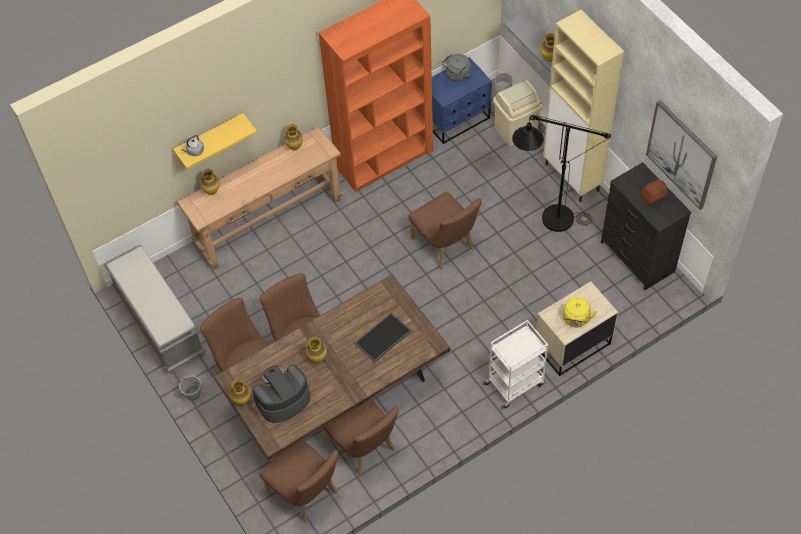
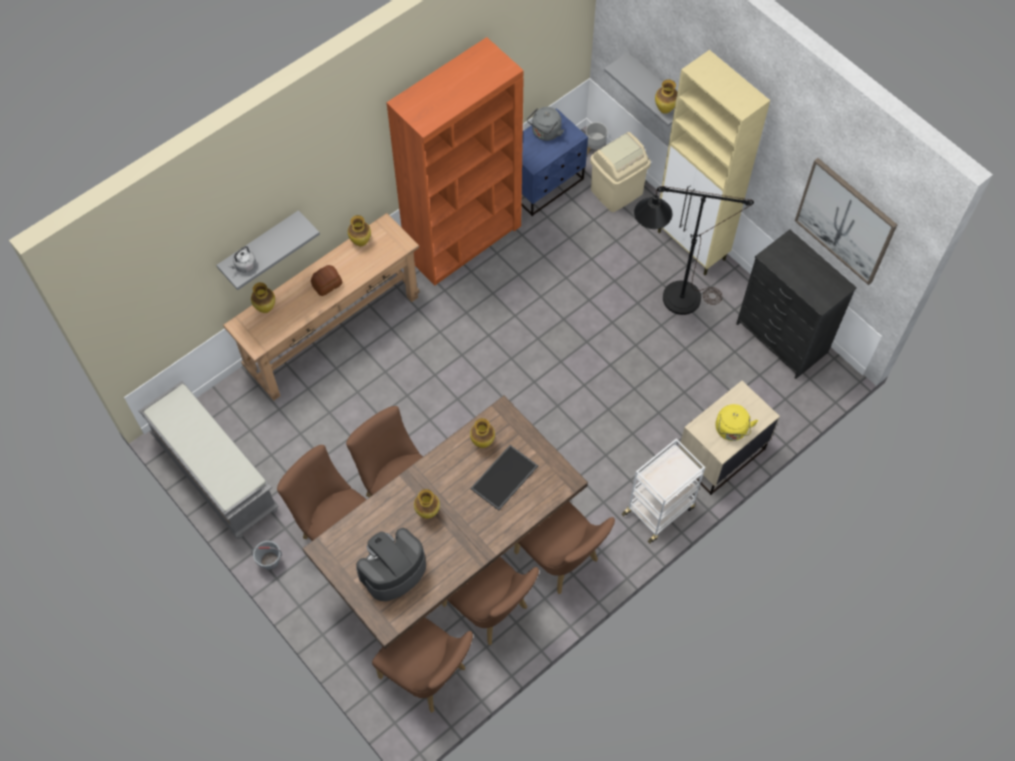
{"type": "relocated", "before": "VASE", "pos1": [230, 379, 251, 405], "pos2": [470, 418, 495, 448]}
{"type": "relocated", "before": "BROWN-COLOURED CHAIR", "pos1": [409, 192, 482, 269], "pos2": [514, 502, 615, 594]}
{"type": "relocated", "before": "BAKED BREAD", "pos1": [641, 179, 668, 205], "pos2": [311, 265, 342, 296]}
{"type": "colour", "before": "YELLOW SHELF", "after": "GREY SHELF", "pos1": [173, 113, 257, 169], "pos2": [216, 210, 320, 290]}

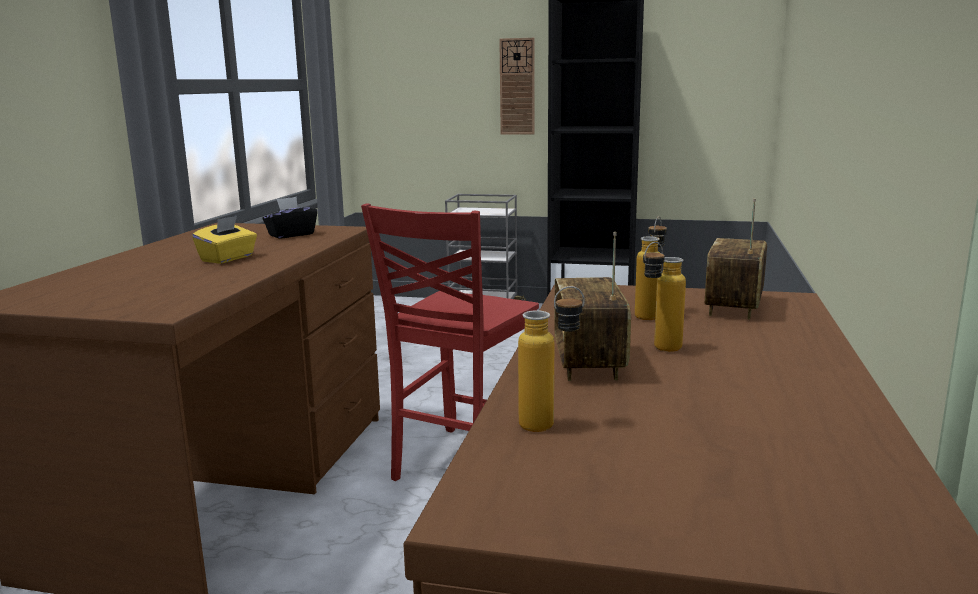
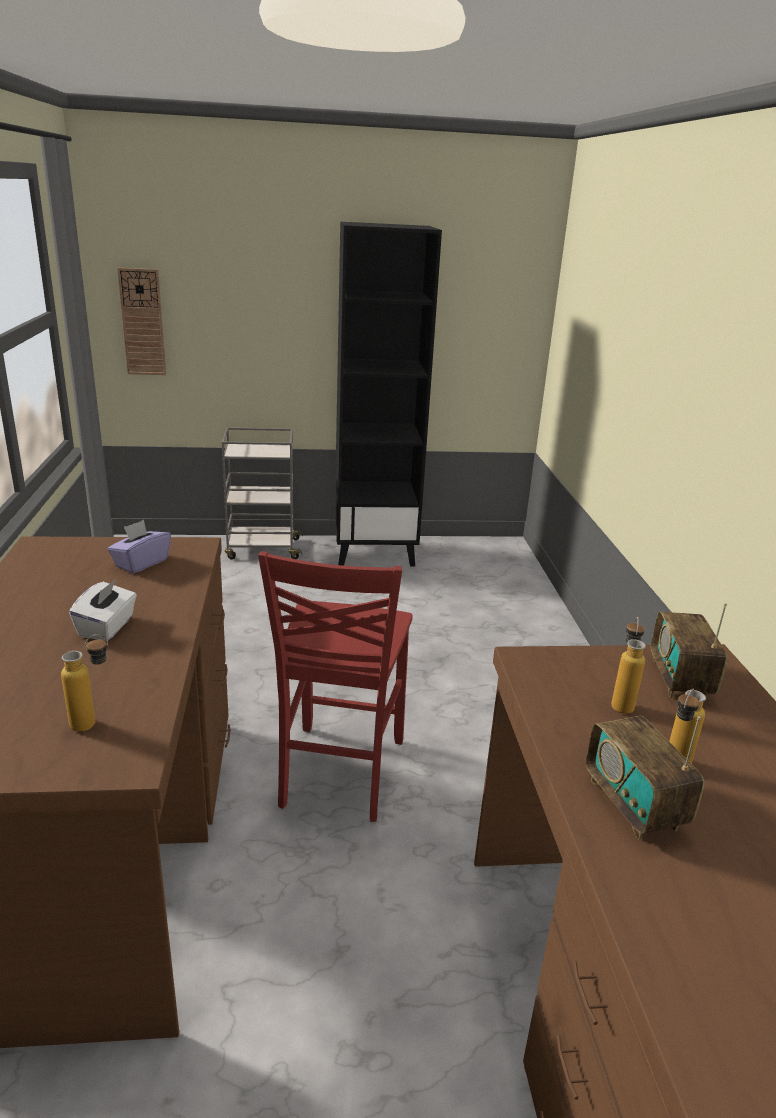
{"type": "relocated", "before": "WALL CLOCK", "pos1": [499, 38, 535, 135], "pos2": [117, 268, 166, 375]}
{"type": "relocated", "before": "BEVERAGE BOTTLE", "pos1": [518, 286, 584, 432], "pos2": [61, 634, 108, 732]}
{"type": "colour", "before": "YELLOW BOX OF TISSUES", "after": "WHITE-COLOURED BOX OF TISSUES", "pos1": [192, 216, 257, 264], "pos2": [69, 579, 137, 641]}
{"type": "colour", "before": "BLACK-COLOURED BOX OF TISSUES", "after": "PURPLE-COLOURED BOX OF TISSUES", "pos1": [262, 197, 317, 239], "pos2": [108, 520, 171, 573]}

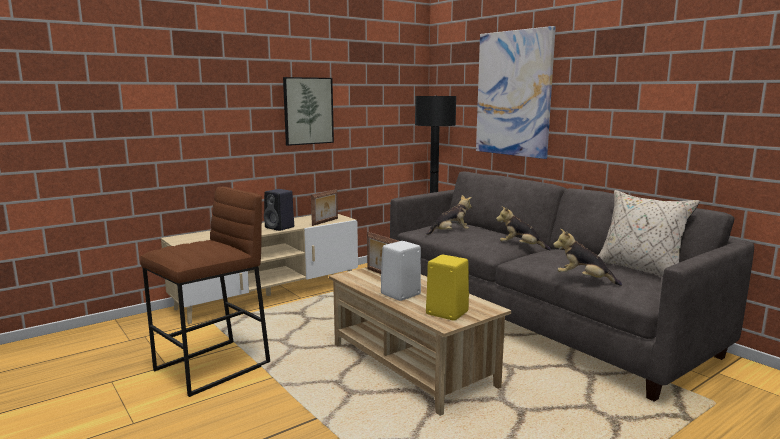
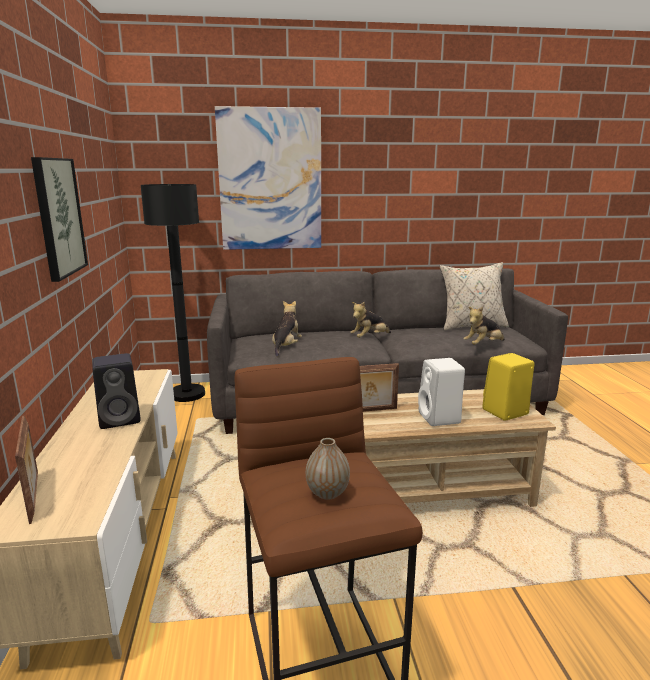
{"type": "appeared", "after": "VASE", "pos2": [306, 438, 350, 499]}
{"type": "relocated", "before": "PICTURE FRAME", "pos1": [311, 189, 338, 226], "pos2": [15, 416, 38, 524]}

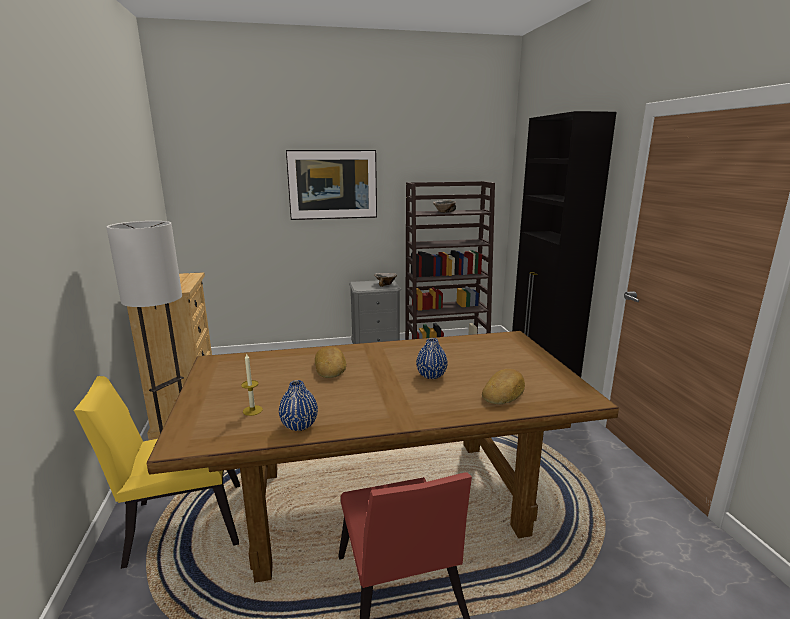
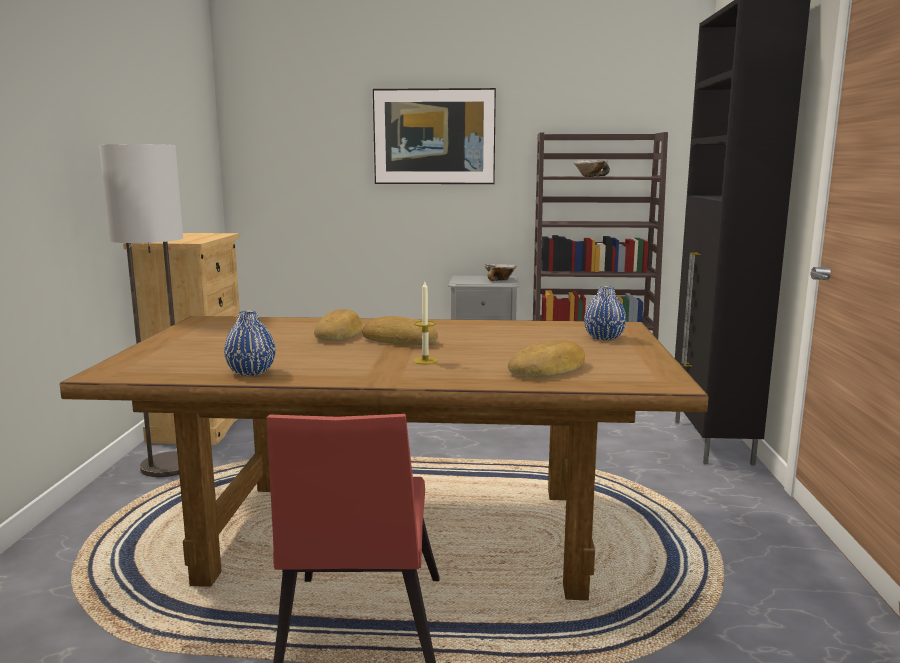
{"type": "missing", "before": "YELLOW CHAIR", "pos1": [74, 376, 240, 569]}
{"type": "appeared", "after": "BAKED BREAD", "pos2": [362, 316, 438, 345]}
{"type": "relocated", "before": "WAX LIGHT", "pos1": [241, 353, 263, 416], "pos2": [413, 282, 438, 364]}
{"type": "relocated", "before": "BLUISH VASE", "pos1": [416, 338, 448, 379], "pos2": [584, 286, 626, 341]}

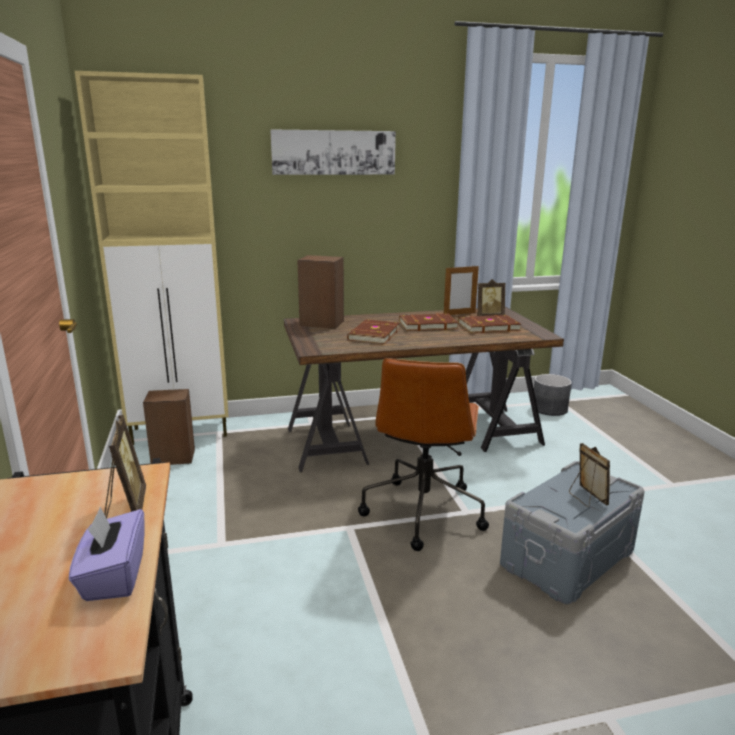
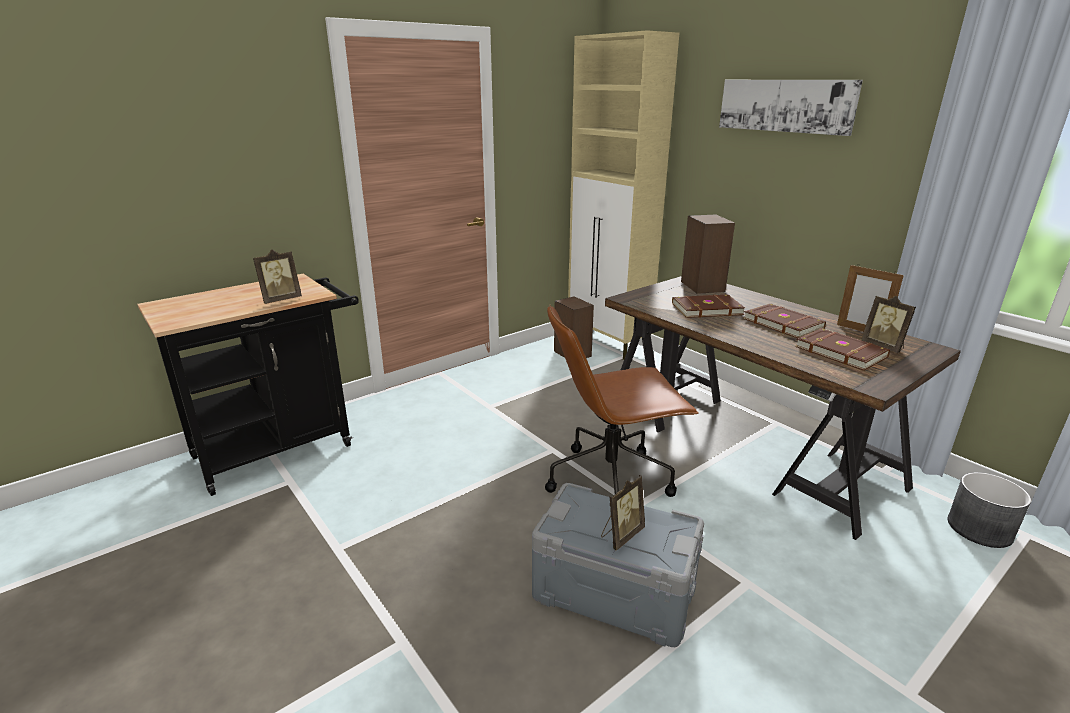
{"type": "missing", "before": "PURPLE-COLOURED BOX OF TISSUES", "pos1": [69, 507, 145, 601]}

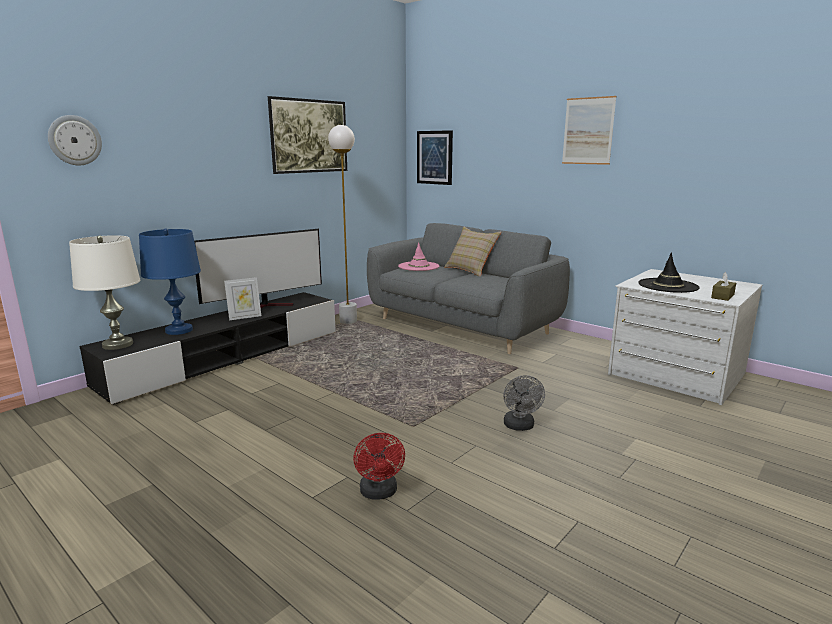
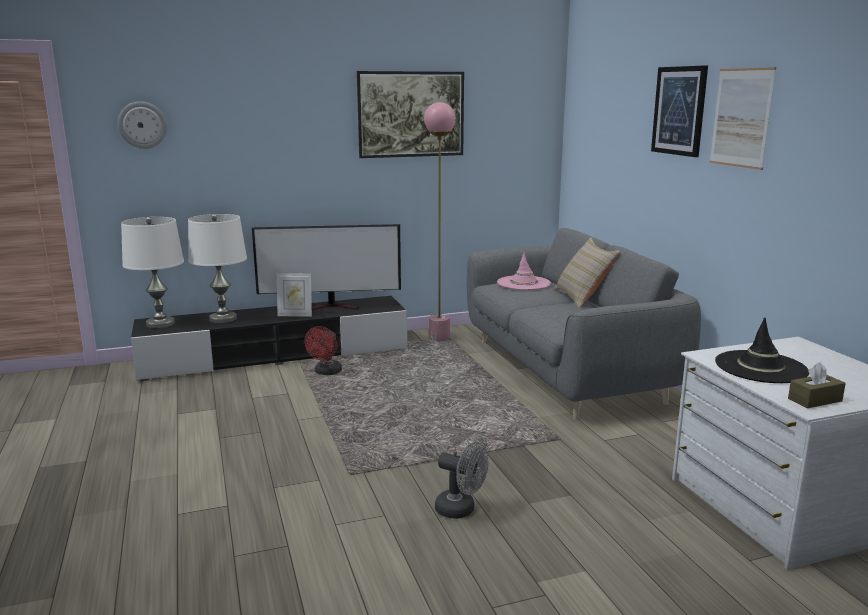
{"type": "relocated", "before": "REDDISH ELECTRIC FAN", "pos1": [353, 433, 405, 500], "pos2": [304, 326, 342, 375]}
{"type": "relocated", "before": "WALL PICTURE", "pos1": [417, 130, 453, 185], "pos2": [651, 65, 708, 157]}
{"type": "colour", "before": "BLUISH TABLETOP LAMP", "after": "WHITE-COLOURED TABLETOP LAMP", "pos1": [139, 229, 201, 335], "pos2": [188, 214, 247, 323]}
{"type": "colour", "before": "WHITE-COLOURED FLOOR LAMP", "after": "PINKISH FLOOR LAMP", "pos1": [328, 125, 357, 324], "pos2": [424, 102, 456, 341]}
{"type": "spun", "before": "GREY ELECTRIC FAN", "pos1": [503, 375, 545, 431], "pos2": [435, 442, 488, 519], "turn": -90}

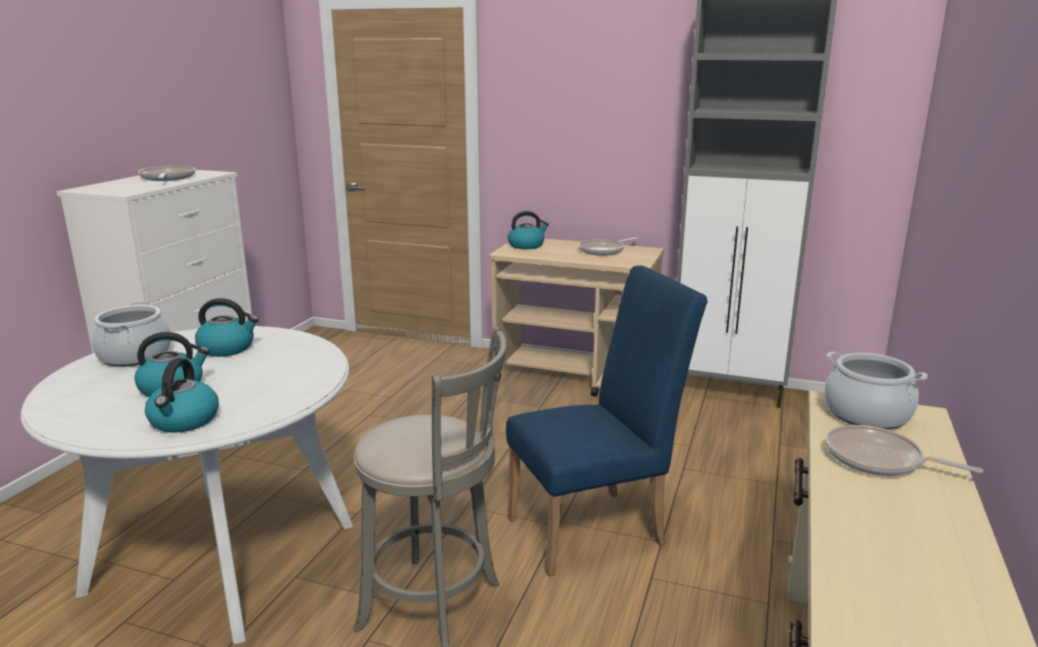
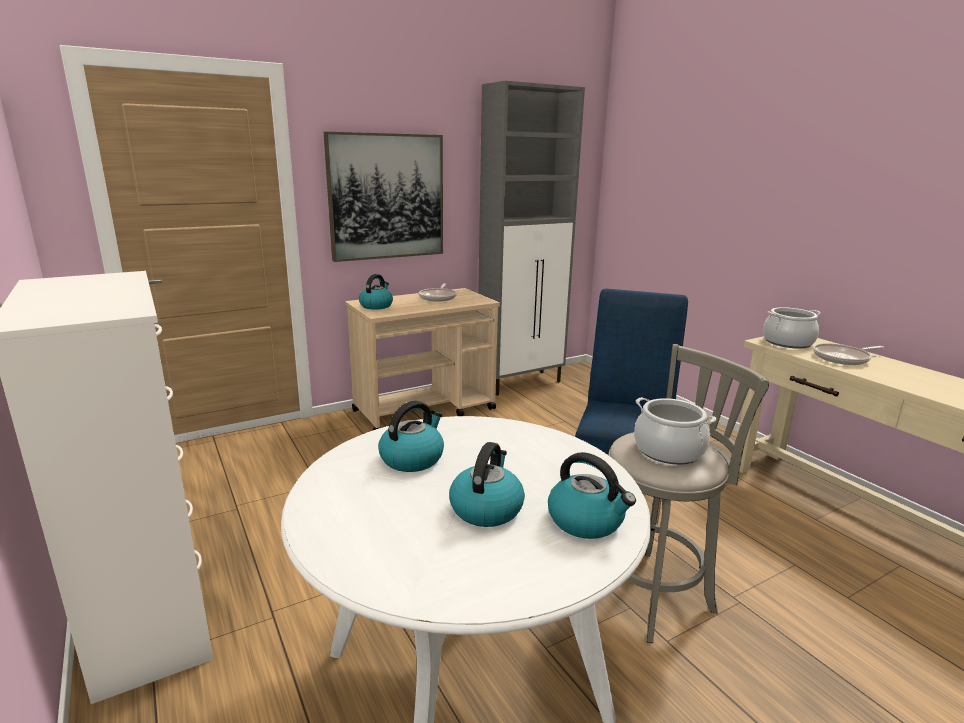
{"type": "missing", "before": "FRYING PAN", "pos1": [138, 166, 196, 181]}
{"type": "appeared", "after": "WALL PICTURE", "pos2": [324, 132, 443, 262]}
{"type": "relocated", "before": "COOKING POT", "pos1": [91, 301, 171, 367], "pos2": [634, 397, 716, 465]}

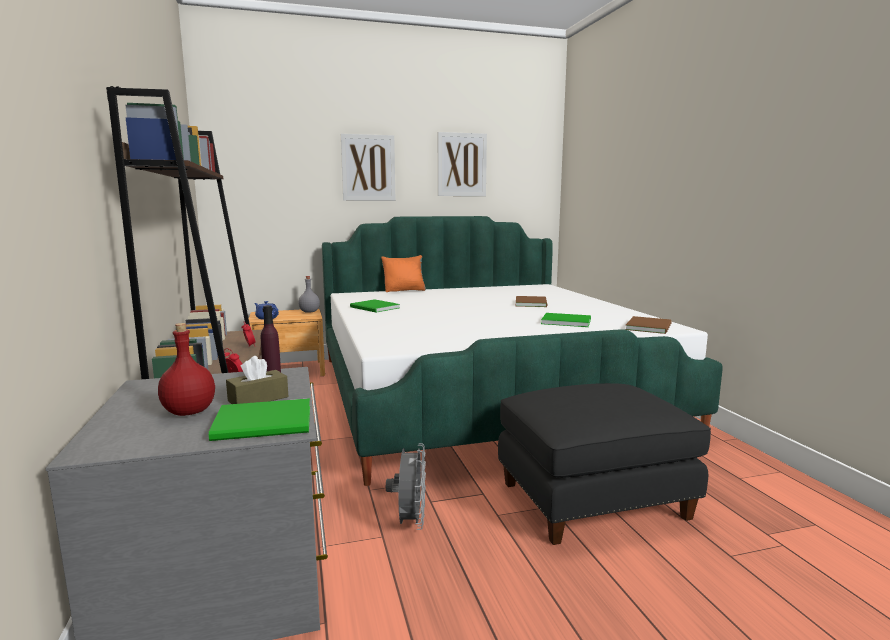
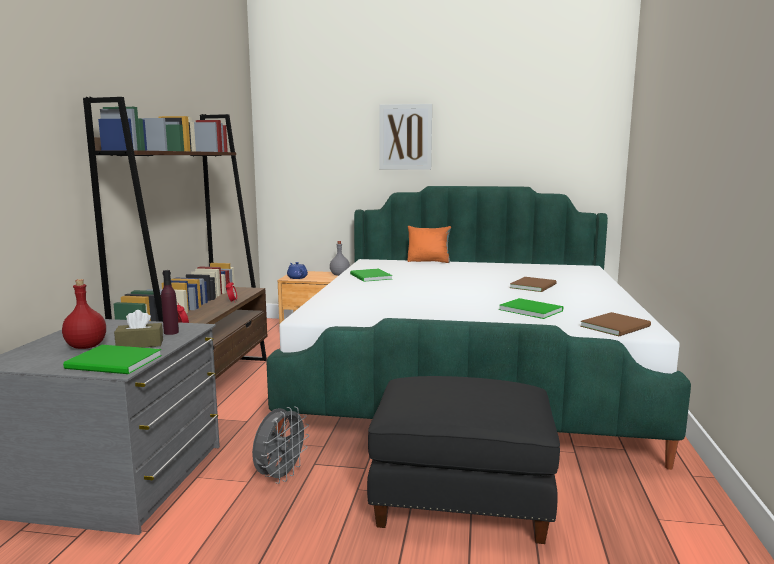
{"type": "missing", "before": "WALL PICTURE", "pos1": [438, 132, 487, 196]}

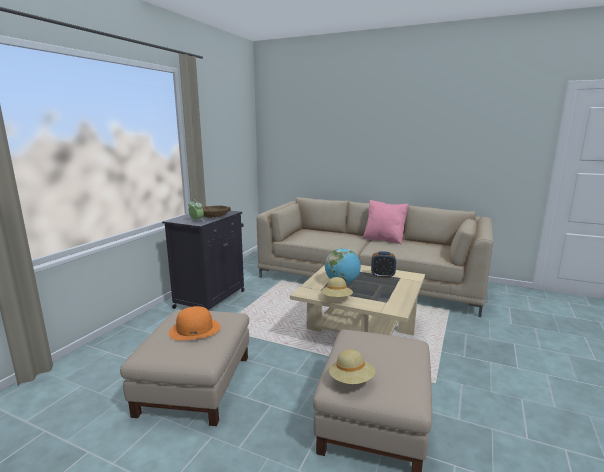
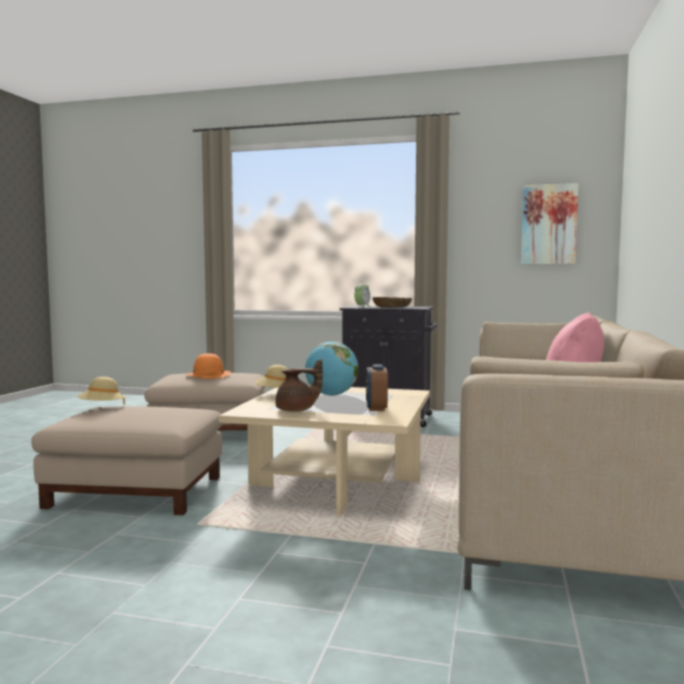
{"type": "appeared", "after": "BROWN-COLOURED TEA POT", "pos2": [275, 359, 323, 412]}
{"type": "appeared", "after": "WALL PICTURE", "pos2": [521, 183, 579, 264]}

